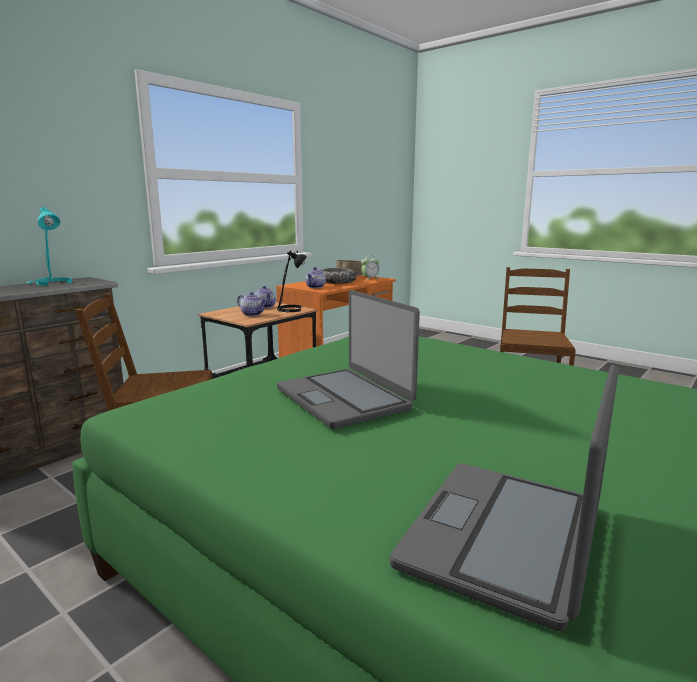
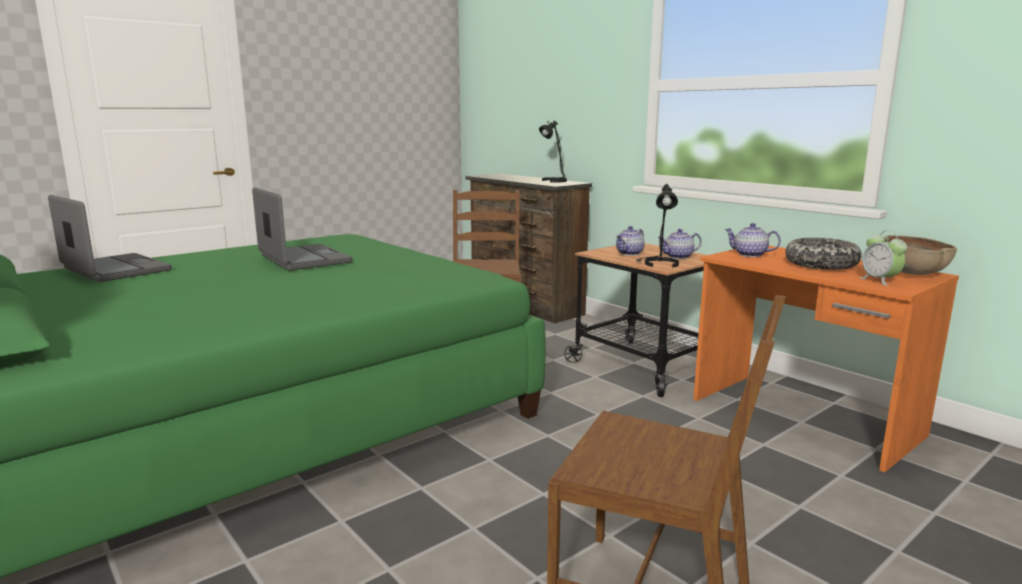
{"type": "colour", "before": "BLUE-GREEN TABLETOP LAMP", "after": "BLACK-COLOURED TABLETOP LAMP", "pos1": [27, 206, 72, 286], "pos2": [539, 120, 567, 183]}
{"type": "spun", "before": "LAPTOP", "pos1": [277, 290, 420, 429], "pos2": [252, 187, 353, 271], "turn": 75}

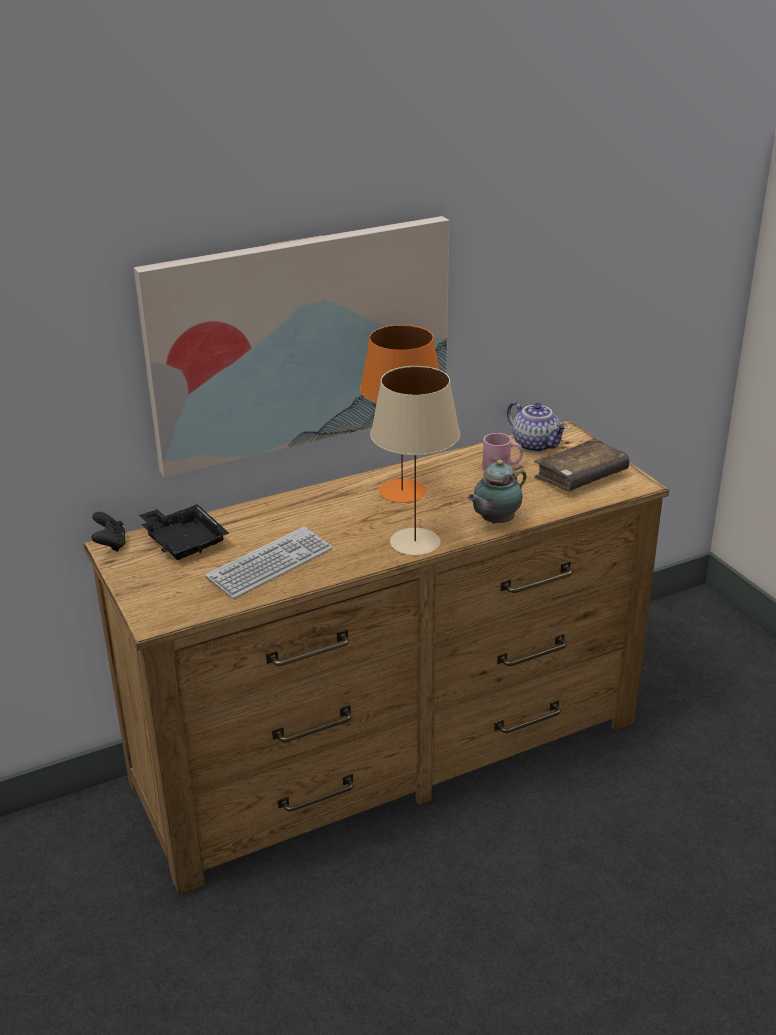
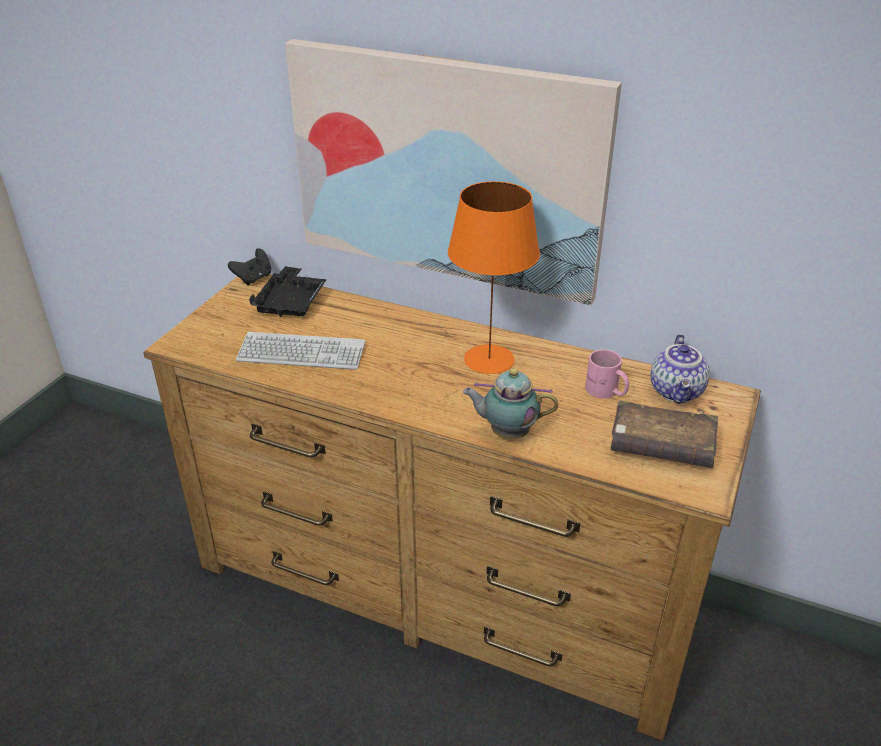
{"type": "missing", "before": "BEIGE TABLETOP LAMP", "pos1": [370, 366, 460, 556]}

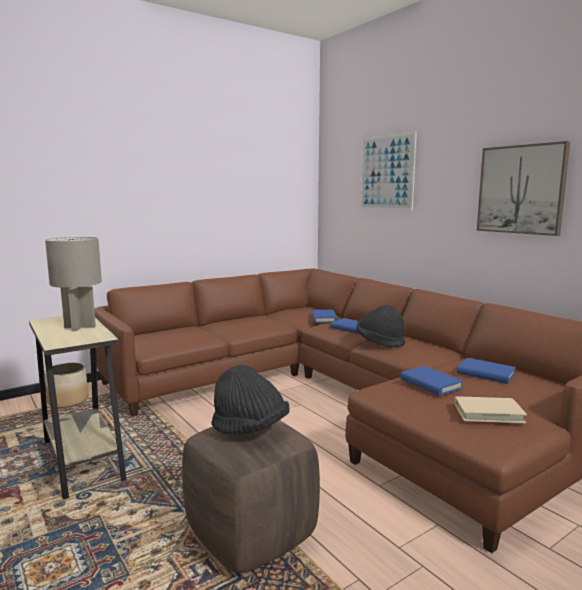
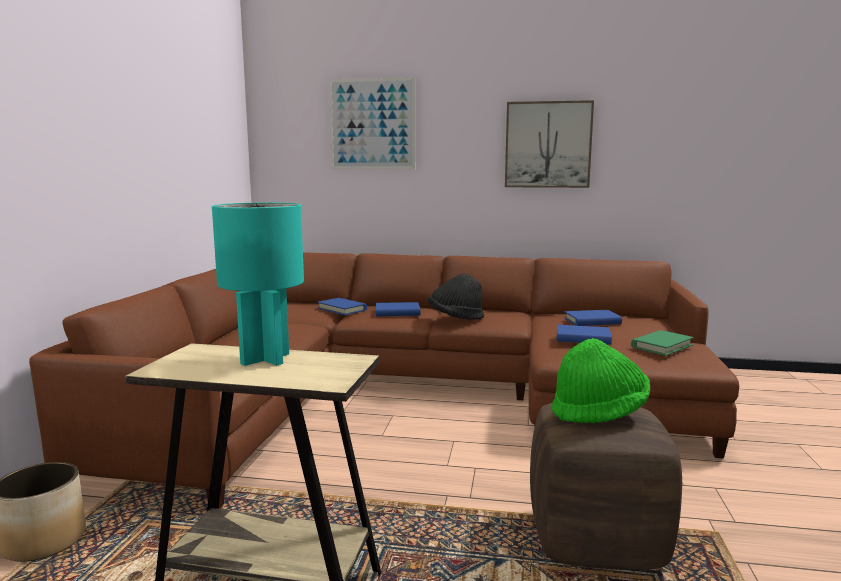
{"type": "colour", "before": "GREY TABLETOP LAMP", "after": "BLUE-GREEN TABLETOP LAMP", "pos1": [45, 237, 102, 331], "pos2": [212, 203, 304, 366]}
{"type": "colour", "before": "BLACK-COLOURED CLOTHING HAT", "after": "GREEN CLOTHING HAT", "pos1": [211, 365, 290, 435], "pos2": [551, 338, 650, 423]}
{"type": "colour", "before": "BEIGE BOOK", "after": "GREEN BOOK", "pos1": [454, 396, 527, 423], "pos2": [631, 330, 694, 356]}

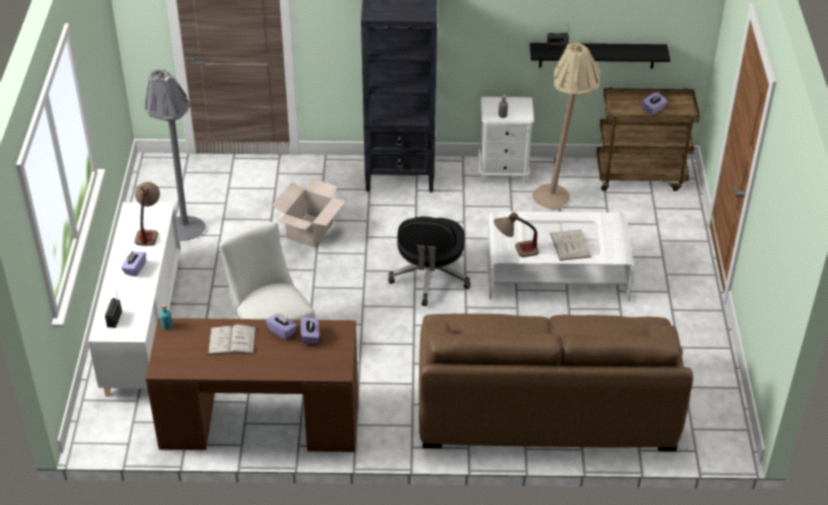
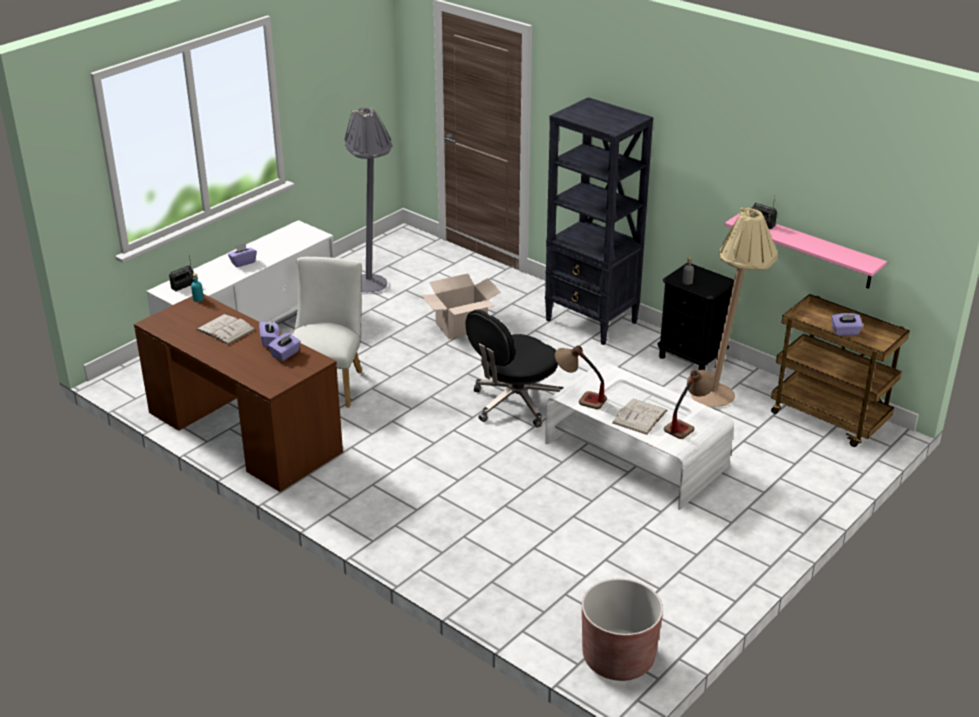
{"type": "missing", "before": "BROWN-COLOURED SETTEE", "pos1": [419, 314, 693, 451]}
{"type": "appeared", "after": "BROWN-COLOURED FLOWER POT", "pos2": [582, 579, 663, 681]}
{"type": "relocated", "before": "TABLETOP LAMP", "pos1": [134, 182, 160, 246], "pos2": [664, 370, 715, 439]}
{"type": "colour", "before": "WHITE-COLOURED NIGHTSTAND", "after": "BLACK-COLOURED NIGHTSTAND", "pos1": [478, 97, 534, 184], "pos2": [657, 263, 734, 370]}
{"type": "colour", "before": "BLACK-COLOURED SHELF", "after": "PINKISH SHELF", "pos1": [530, 43, 670, 69], "pos2": [725, 212, 887, 289]}

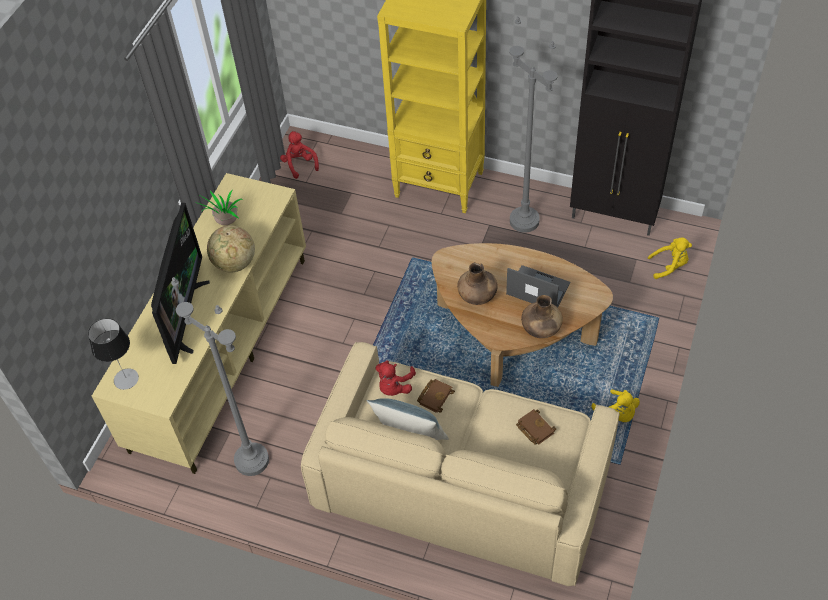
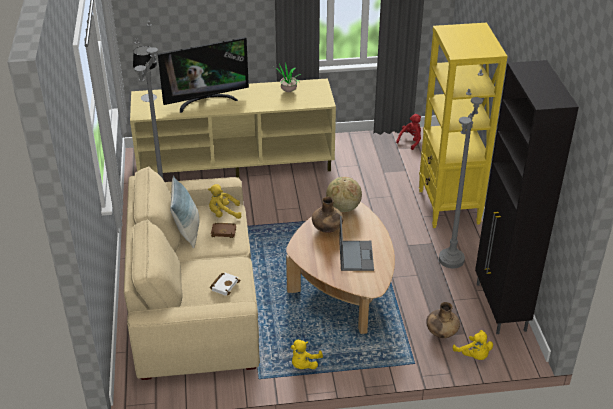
{"type": "relocated", "before": "GLOBE", "pos1": [207, 225, 255, 272], "pos2": [326, 177, 362, 212]}
{"type": "relocated", "before": "BROWN-COLOURED VASE", "pos1": [521, 295, 563, 338], "pos2": [426, 302, 460, 338]}
{"type": "colour", "before": "REDDISH PLUSH TOY", "after": "YELLOW PLUSH TOY", "pos1": [375, 360, 416, 396], "pos2": [208, 184, 241, 219]}
{"type": "colour", "before": "BROWN-COLOURED BOOK", "after": "WHITE-COLOURED BOOK", "pos1": [516, 409, 556, 445], "pos2": [210, 273, 241, 296]}

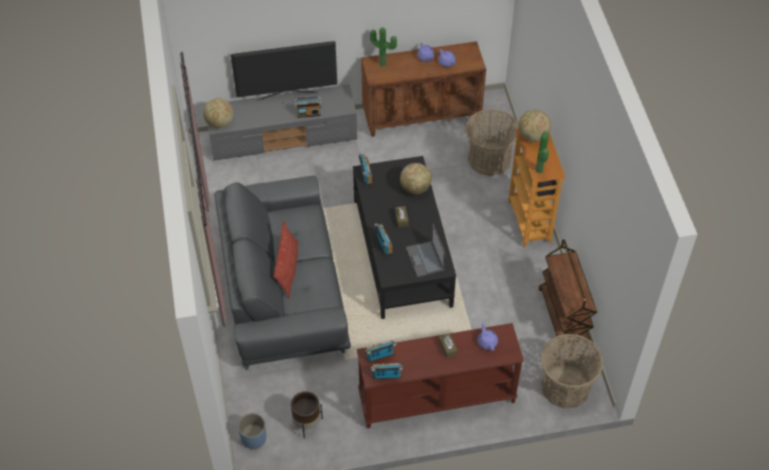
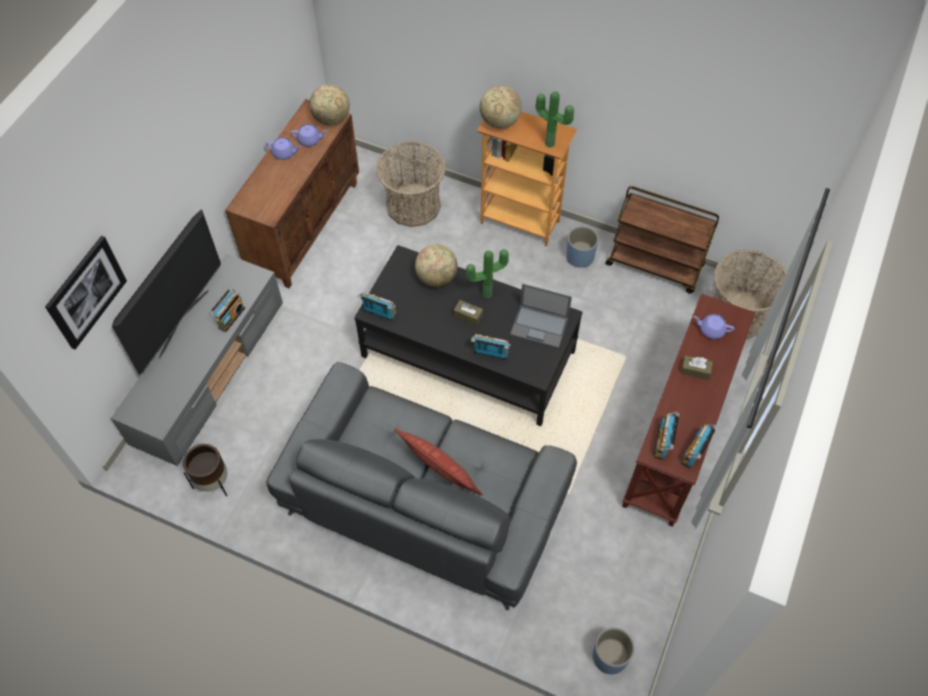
{"type": "appeared", "after": "WALL PICTURE", "pos2": [45, 236, 127, 350]}
{"type": "appeared", "after": "BLUISH FLOWER POT", "pos2": [566, 226, 599, 268]}
{"type": "relocated", "before": "GLOBE", "pos1": [203, 98, 234, 128], "pos2": [309, 84, 350, 125]}
{"type": "relocated", "before": "BROWN-COLOURED FLOWER POT", "pos1": [291, 391, 323, 439], "pos2": [183, 444, 227, 497]}
{"type": "relocated", "before": "HOUSEPLANT", "pos1": [370, 28, 397, 67], "pos2": [466, 249, 509, 299]}

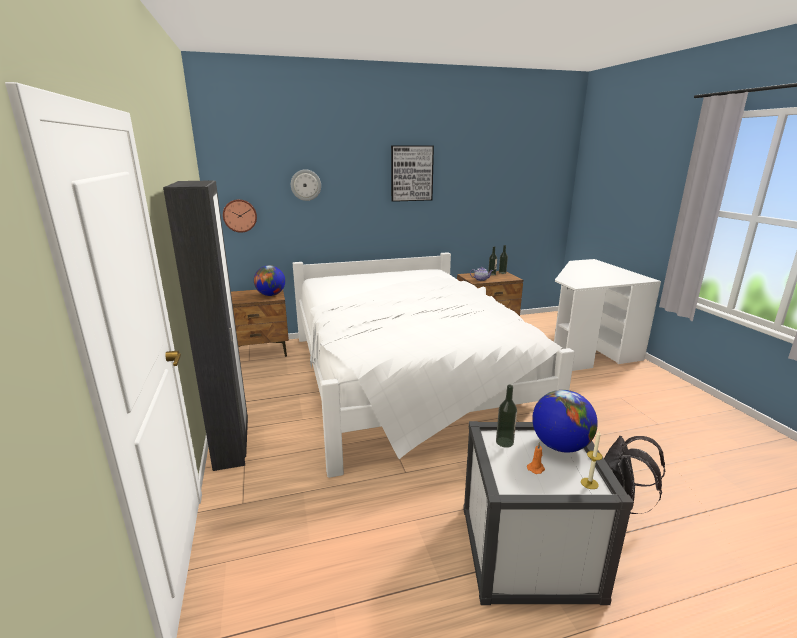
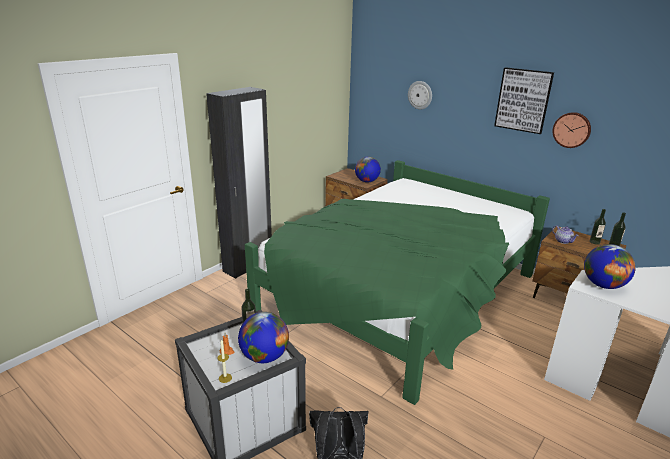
{"type": "appeared", "after": "GLOBE", "pos2": [584, 244, 636, 289]}
{"type": "relocated", "before": "WALL CLOCK", "pos1": [223, 199, 257, 233], "pos2": [552, 112, 591, 148]}
{"type": "colour", "before": "WHITE-COLOURED BEDROOM BED", "after": "GREEN BEDROOM BED", "pos1": [293, 252, 575, 478], "pos2": [245, 160, 550, 405]}

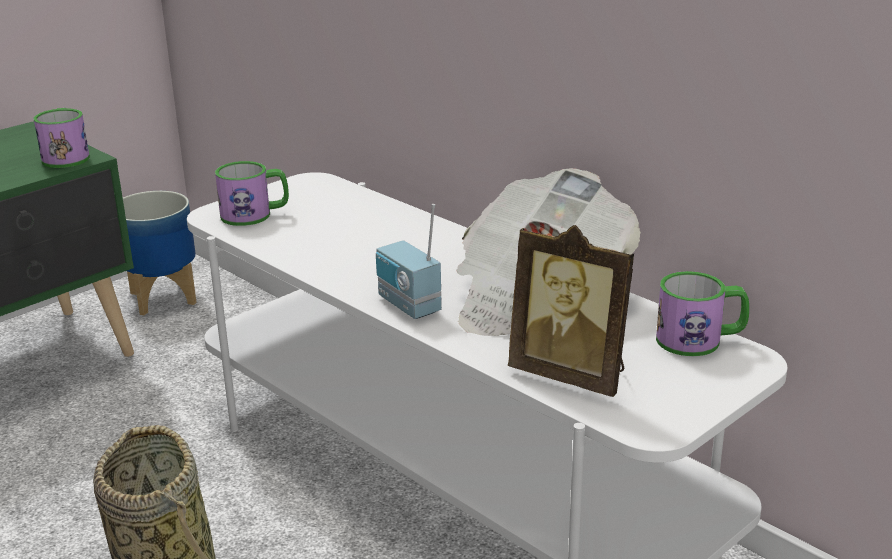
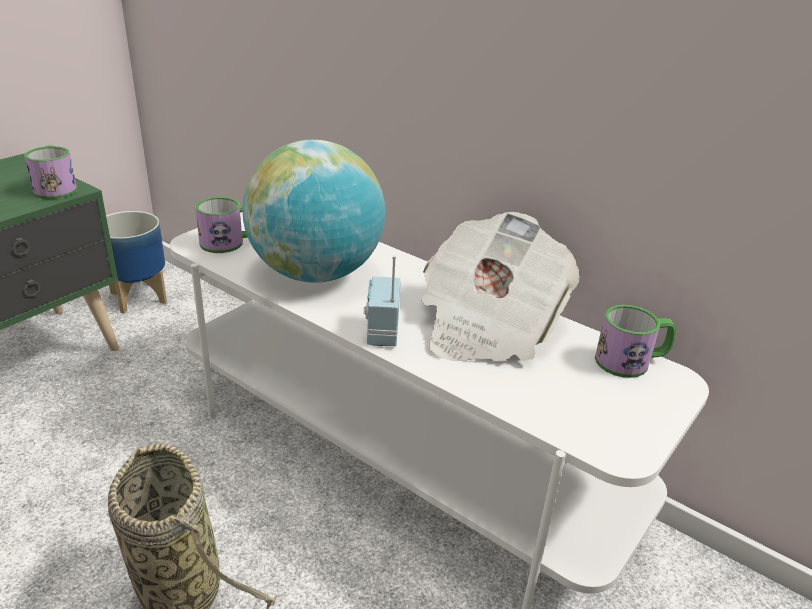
{"type": "missing", "before": "PICTURE FRAME", "pos1": [508, 225, 634, 397]}
{"type": "appeared", "after": "GLOBE", "pos2": [242, 140, 385, 283]}
{"type": "spun", "before": "RADIO SET", "pos1": [376, 204, 442, 319], "pos2": [363, 255, 401, 346], "turn": 45}

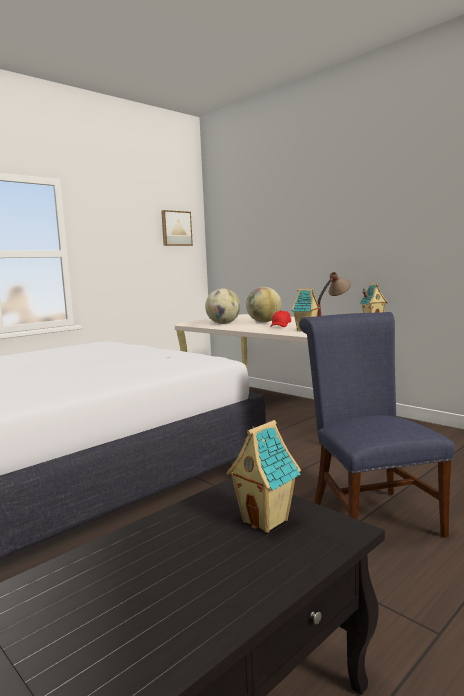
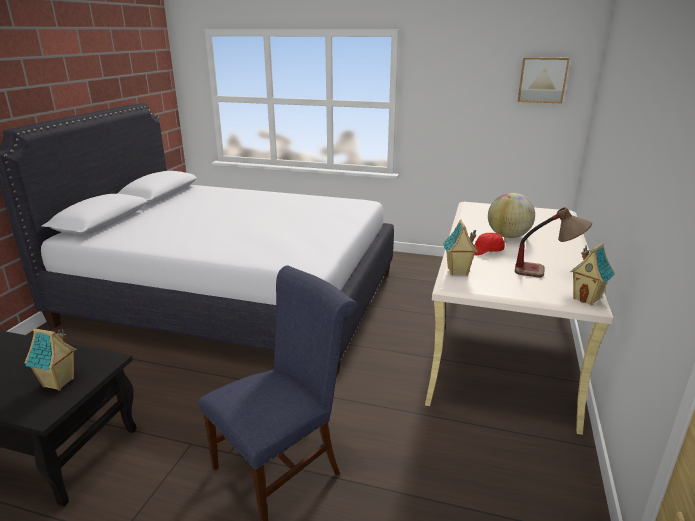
{"type": "missing", "before": "GLOBE", "pos1": [205, 288, 241, 324]}

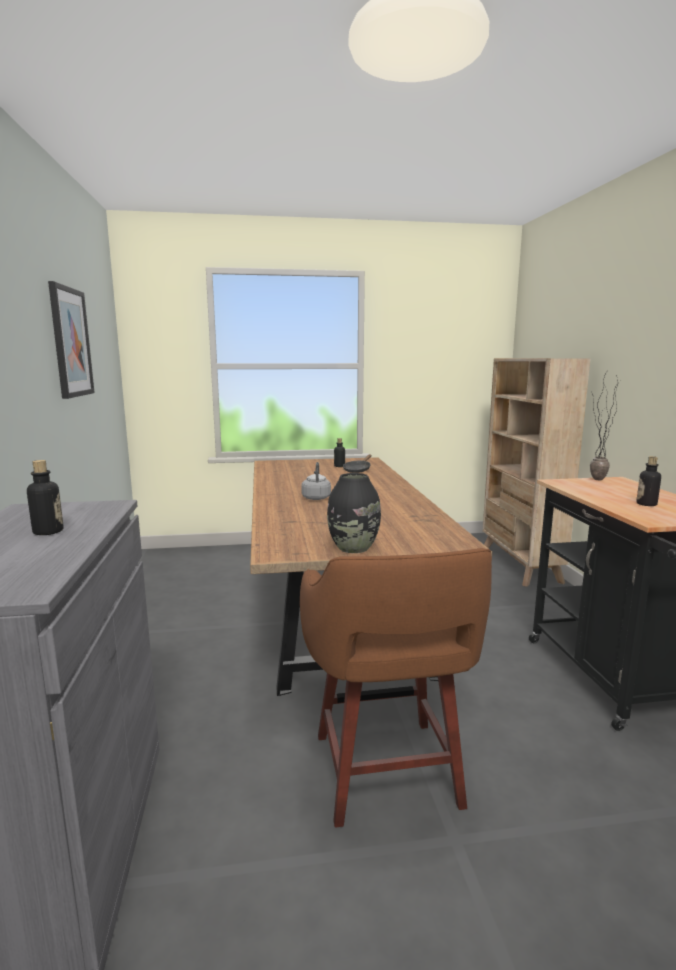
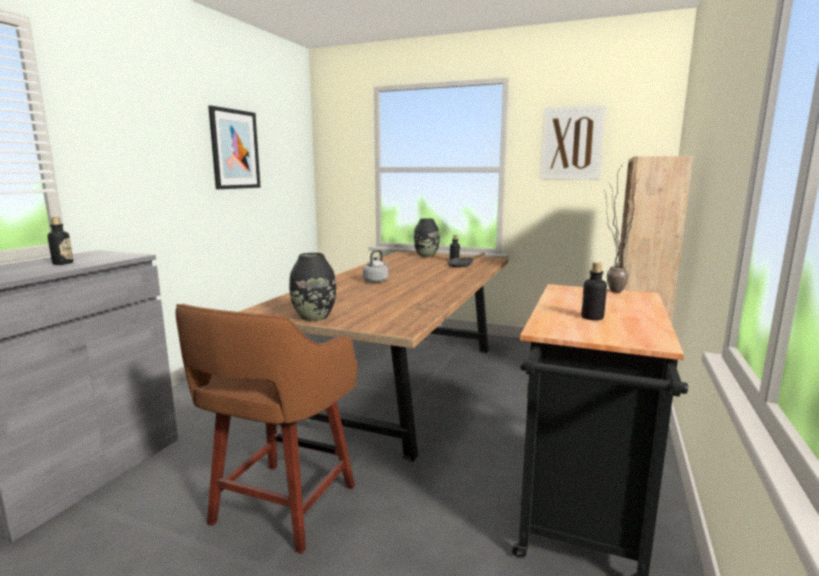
{"type": "appeared", "after": "BLACK-COLOURED VASE", "pos2": [414, 218, 440, 257]}
{"type": "appeared", "after": "WALL PICTURE", "pos2": [540, 105, 606, 180]}

